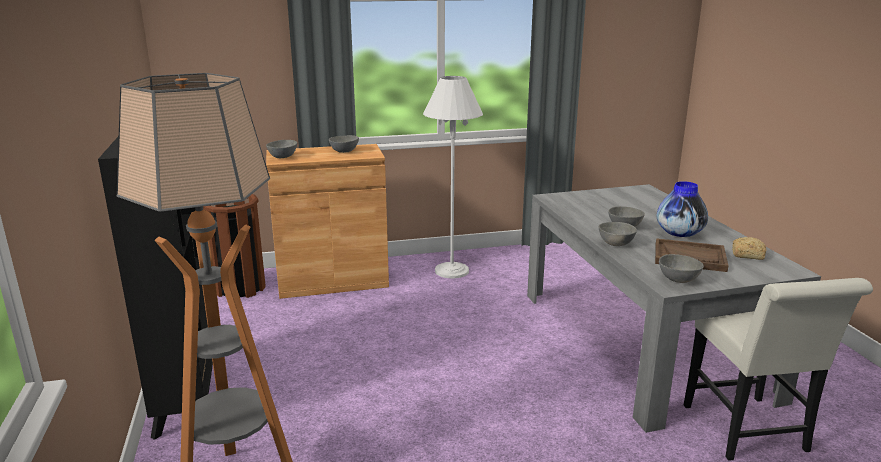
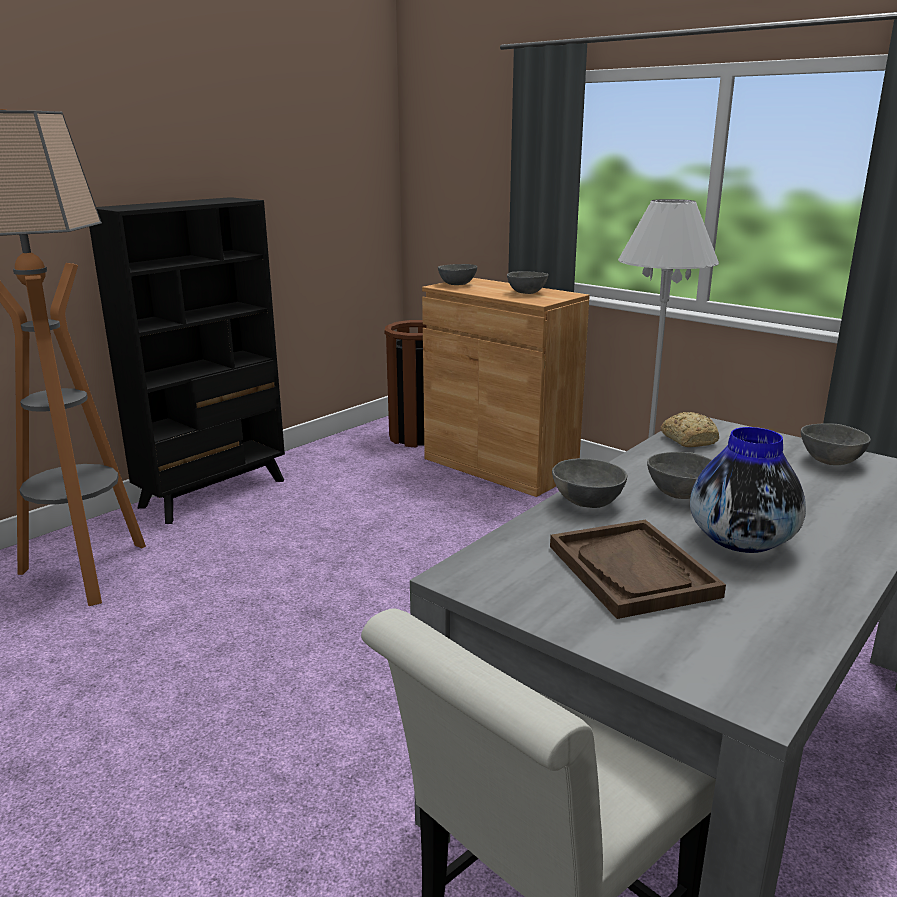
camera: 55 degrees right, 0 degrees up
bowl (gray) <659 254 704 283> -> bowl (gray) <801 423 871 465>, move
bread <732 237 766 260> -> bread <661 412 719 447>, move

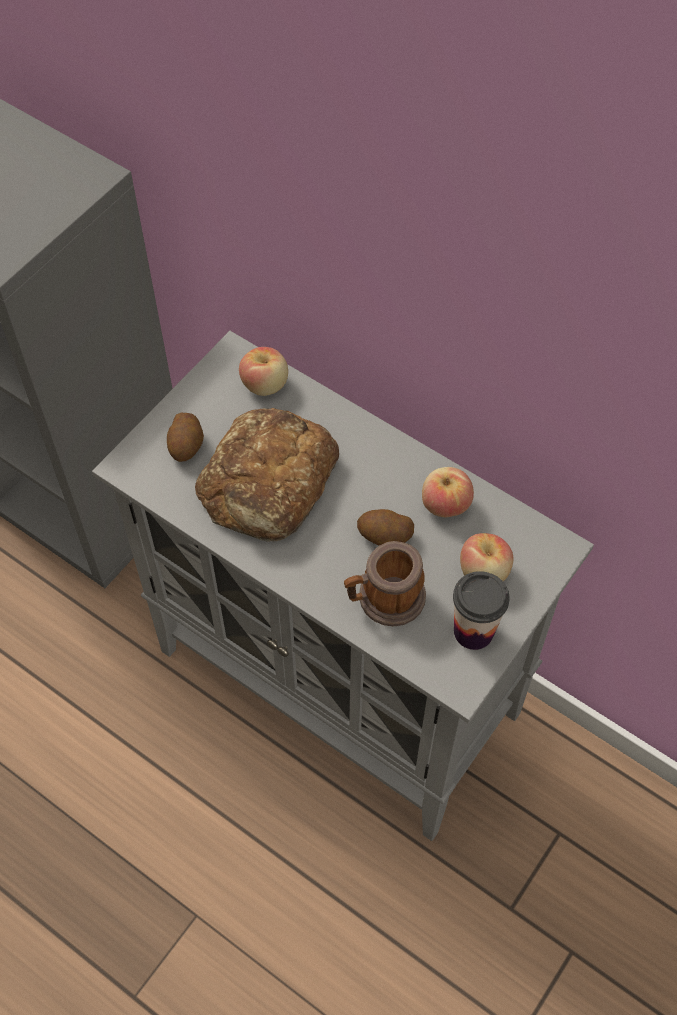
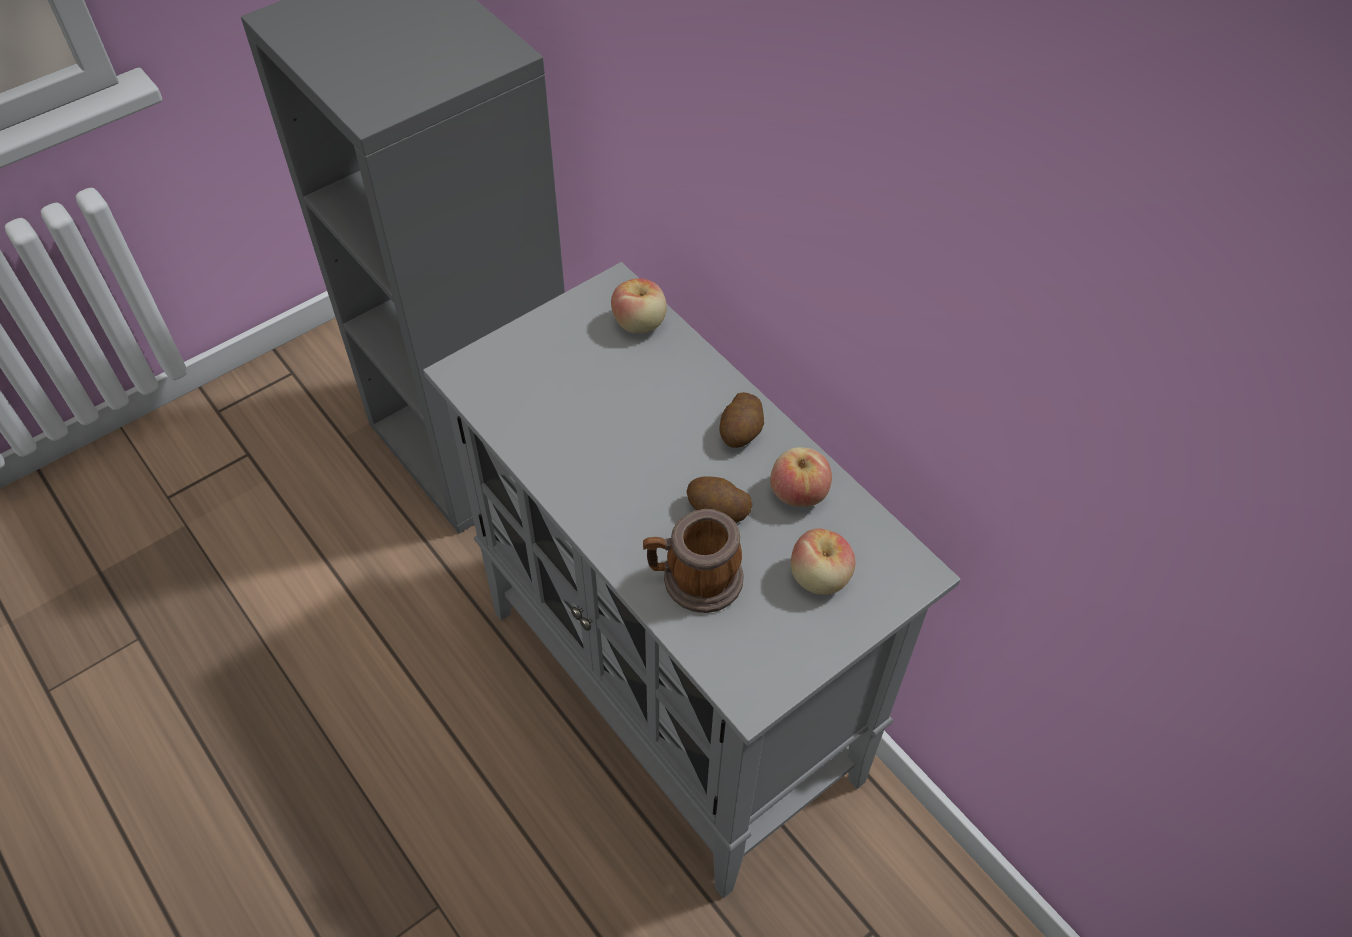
camera: 15 degrees right, 5 degrees down
potato <167 413 204 462> -> potato <719 392 764 448>, move
bread <195 408 339 542> -> none
cup <453 571 510 650> -> none

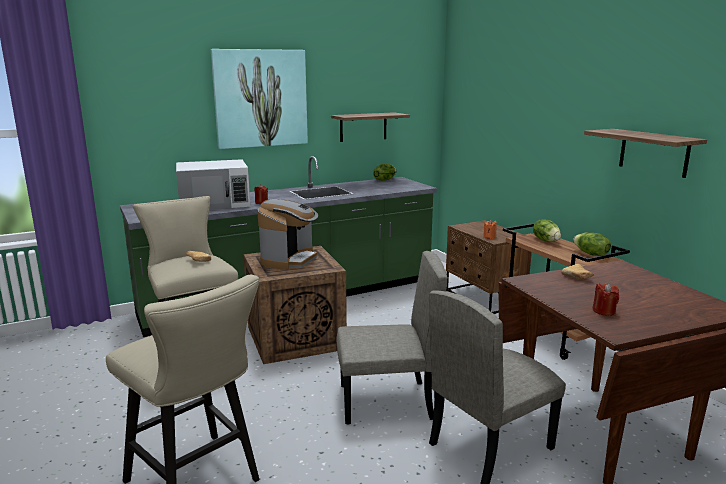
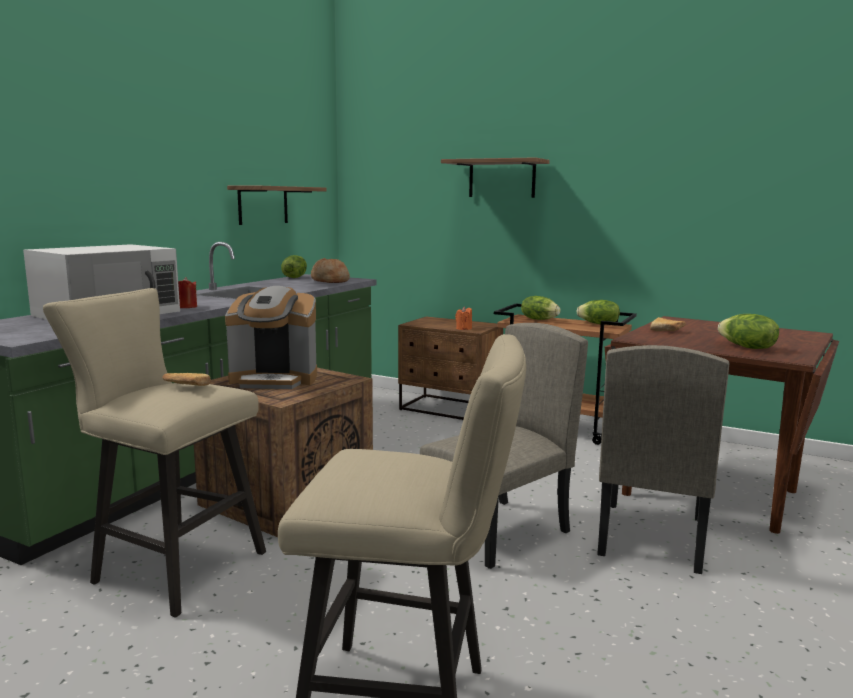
camera: 35 degrees left, 5 degrees down
wall picture <211 49 308 149> -> none
coffee brewer <257 199 318 270> -> coffee brewer <225 286 317 389>, 105 degrees clockwise
bracket shelf <584 129 707 178> -> bracket shelf <441 157 550 198>, move
wax light (red) <593 283 619 316> -> lettuce <718 314 779 349>
none -> bread <311 258 350 283>

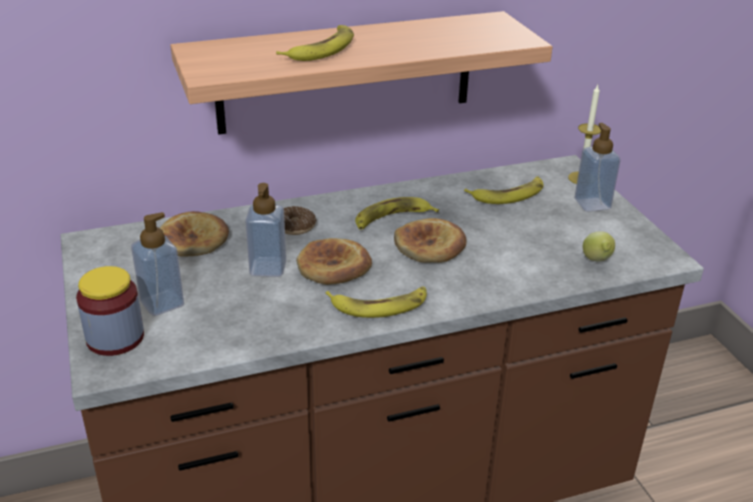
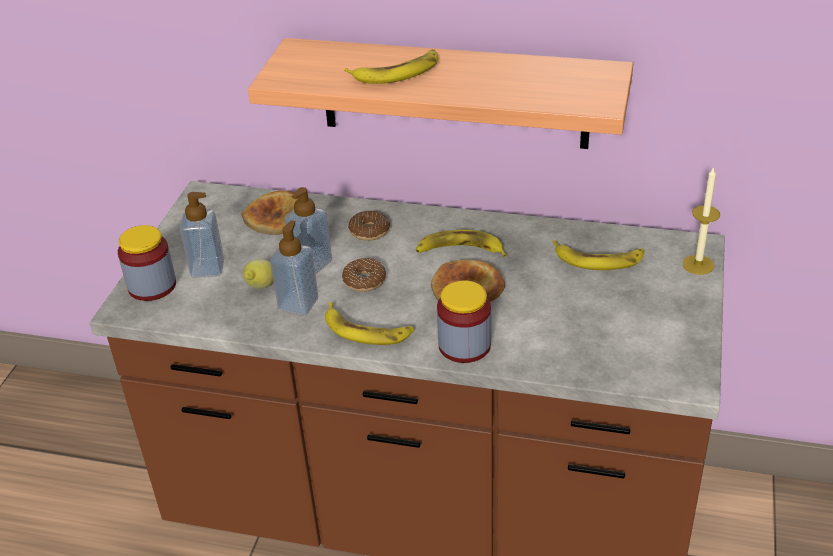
camera: 35 degrees right, 5 degrees up
bread <296 238 372 285> -> donut <342 258 386 292>
soap bottle <575 123 621 212> -> soap bottle <270 220 318 315>, move
lemon <583 231 615 262> -> lemon <243 259 274 289>, move
none -> storage jar <437 280 491 363>

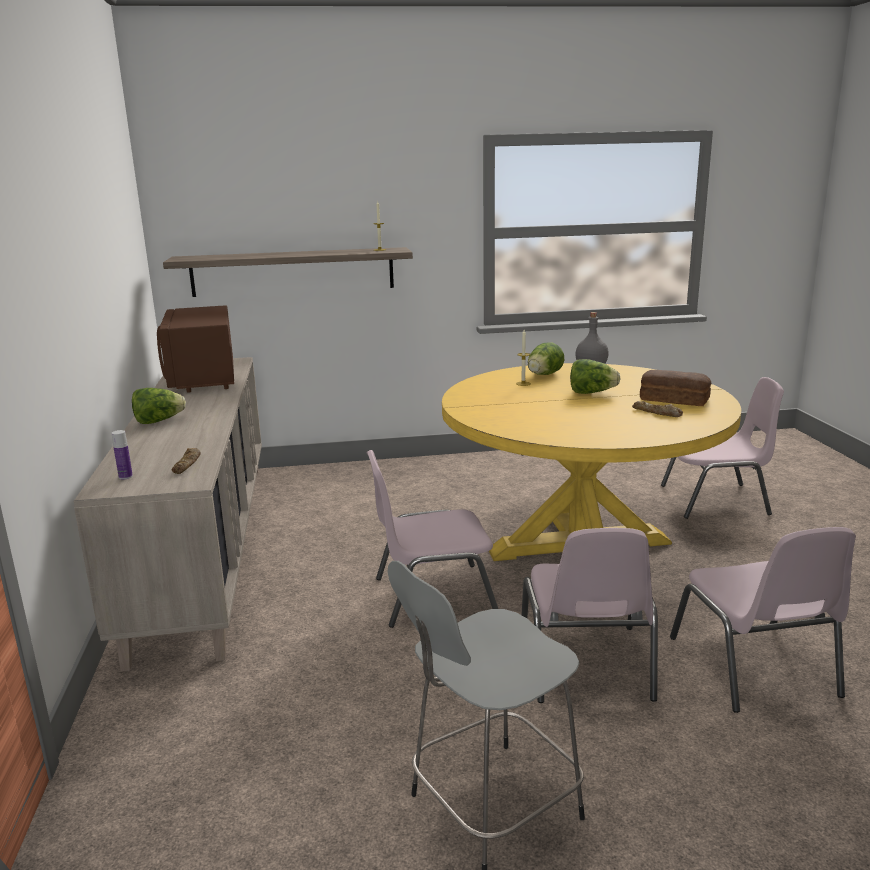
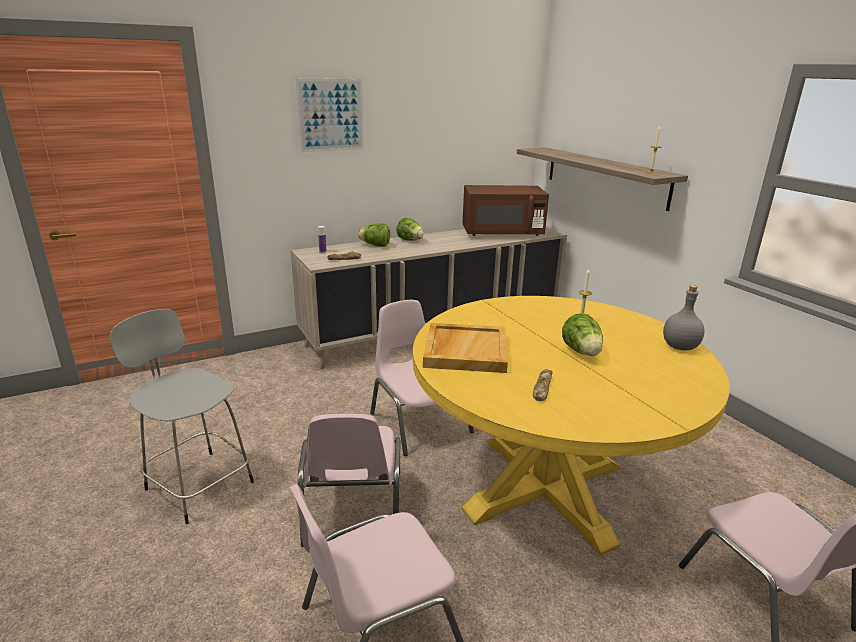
camera: 70 degrees right, 5 degrees up
microwave (brown) <157 305 234 393> -> microwave (brown) <463 185 549 236>, 150 degrees counterclockwise
plain chair (pinkish) <522 528 658 703> -> plain chair (pinkish) <298 414 401 547>, 75 degrees counterclockwise
lettuce <528 343 564 375> -> lettuce <358 223 390 247>, move
bread <640 370 712 406> -> none
none -> wall picture <295 79 364 152>
none -> carrying tray (sand-coloured) <423 323 508 373>

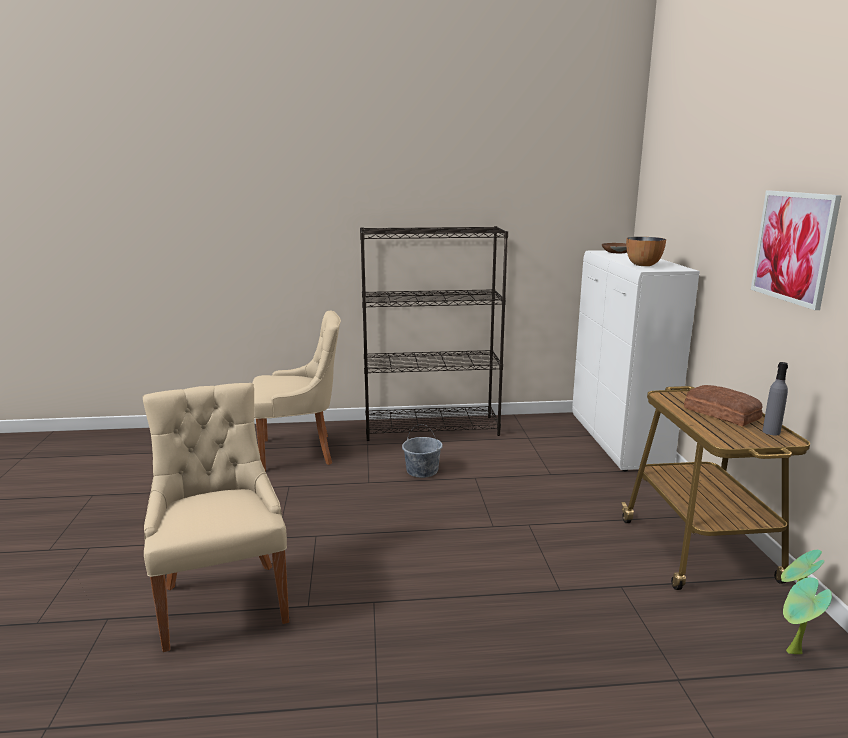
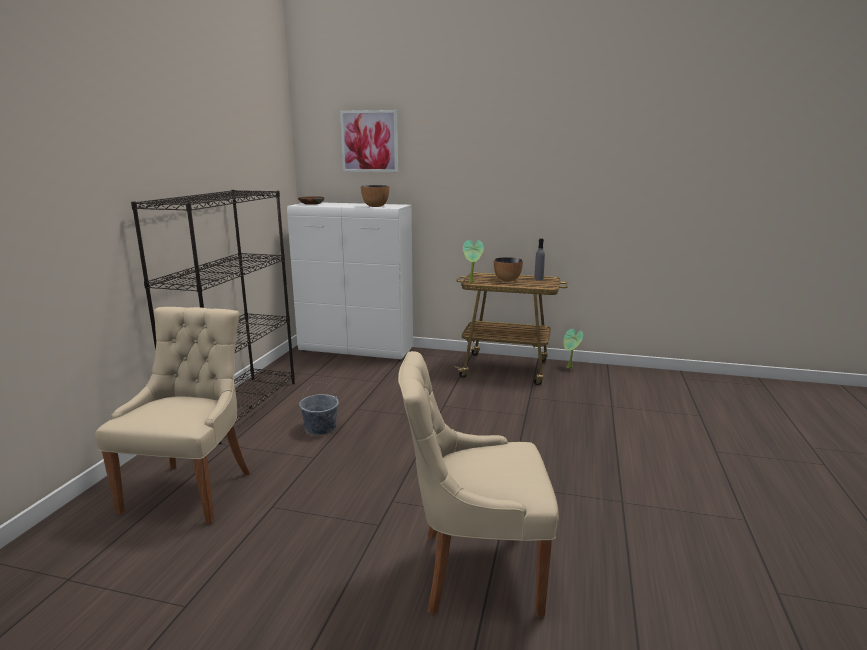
camera: 70 degrees left, 0 degrees up
bread <684 385 763 426> -> bowl <494 257 523 281>
wall picture <751 191 842 310> -> wall picture <340 110 398 172>, move
plant in a pot <783 577 832 654> -> plant in a pot <463 240 484 283>, move

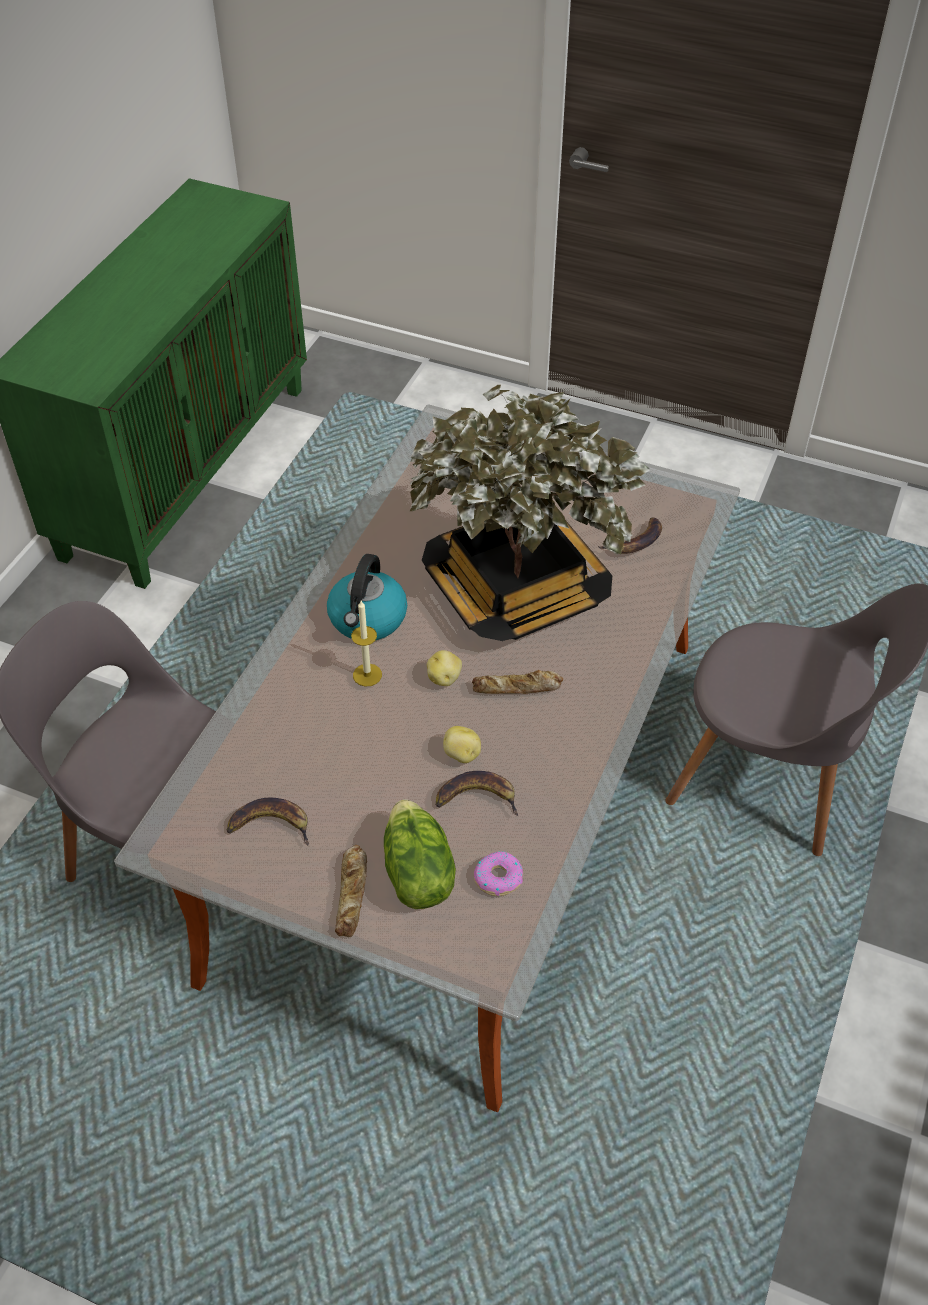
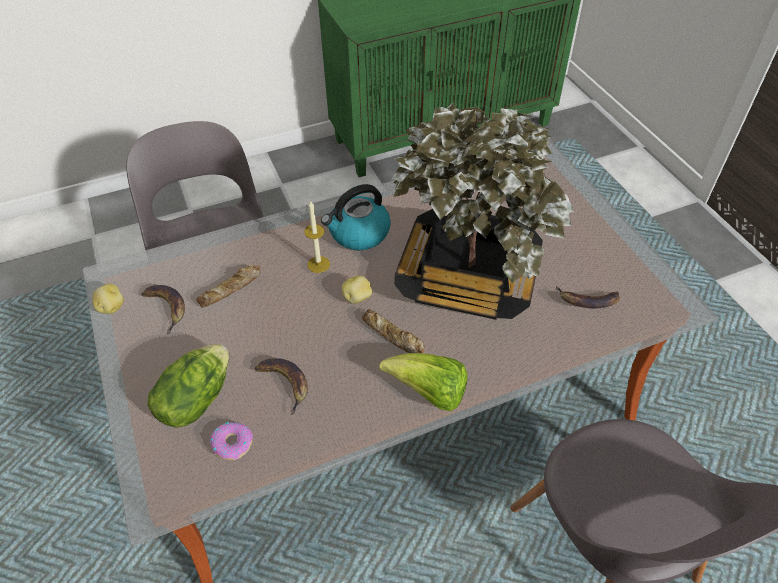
camera: 45 degrees right, 0 degrees up
bread <335 845 367 937> -> bread <197 265 260 307>, move
potato <443 726 481 763> -> potato <92 284 124 314>, move
none -> lettuce <379 353 468 411>

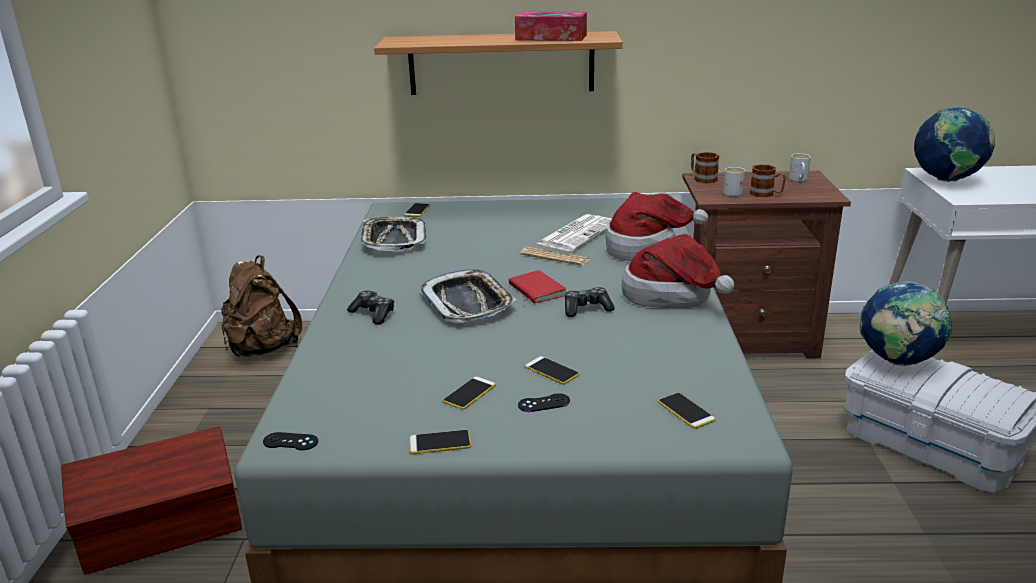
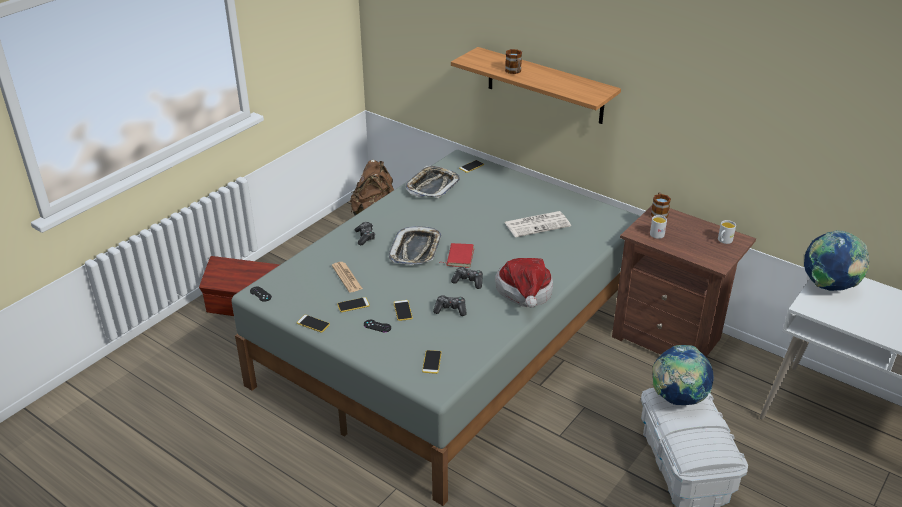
camera: 35 degrees right, 10 degrees up
tissue box <515 12 587 41> -> none
newspaper <520 247 589 266> -> newspaper <332 262 363 292>, move
hat <606 192 708 261> -> none
coffee mug <750 164 786 197> -> coffee mug <505 49 522 74>, move
none -> joypad <433 295 466 316>

